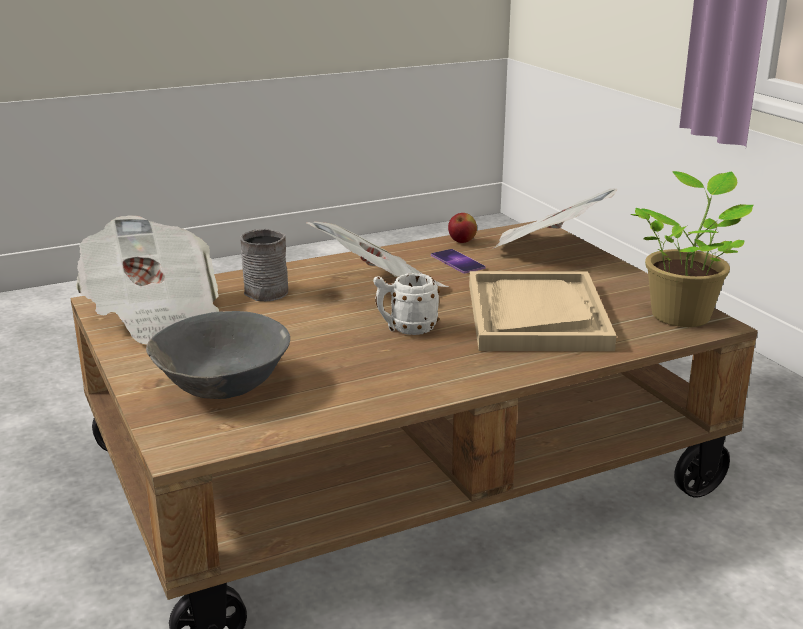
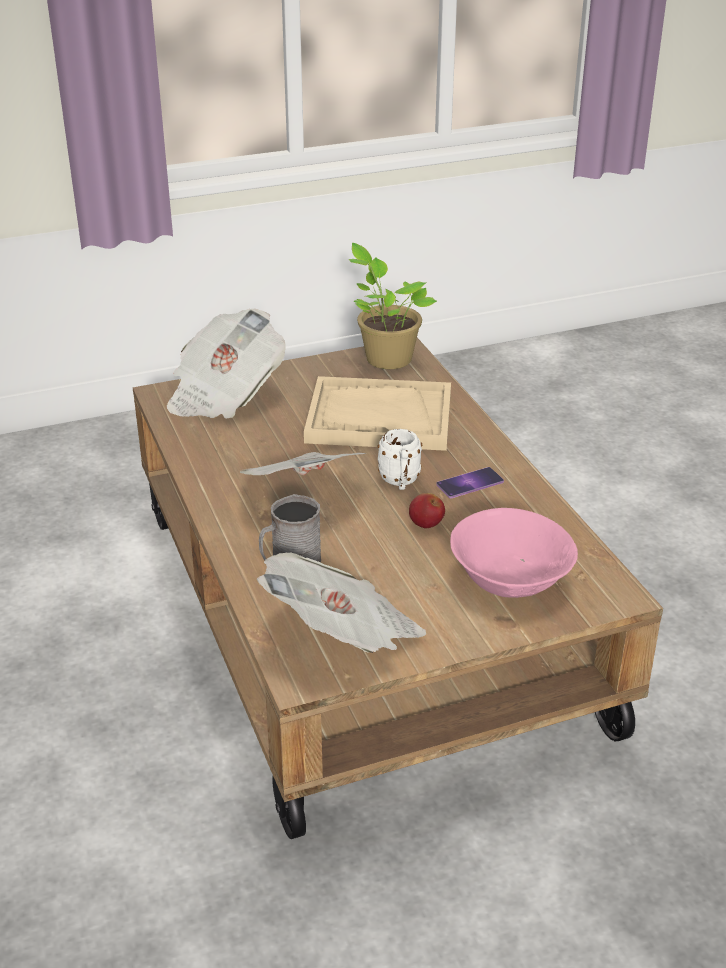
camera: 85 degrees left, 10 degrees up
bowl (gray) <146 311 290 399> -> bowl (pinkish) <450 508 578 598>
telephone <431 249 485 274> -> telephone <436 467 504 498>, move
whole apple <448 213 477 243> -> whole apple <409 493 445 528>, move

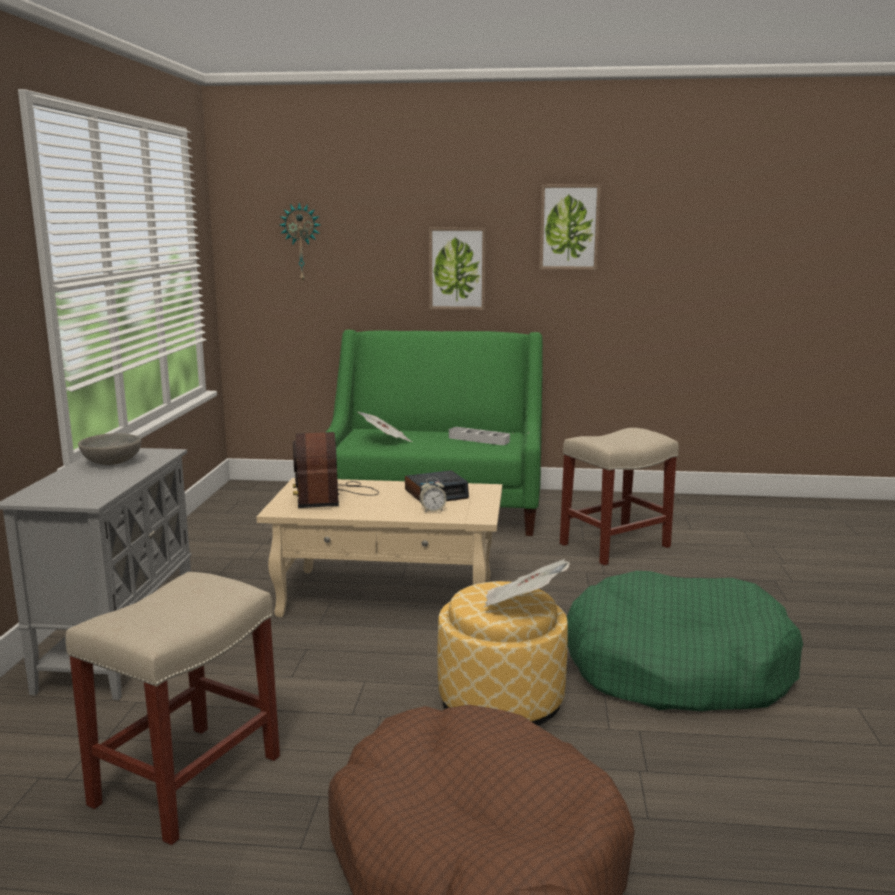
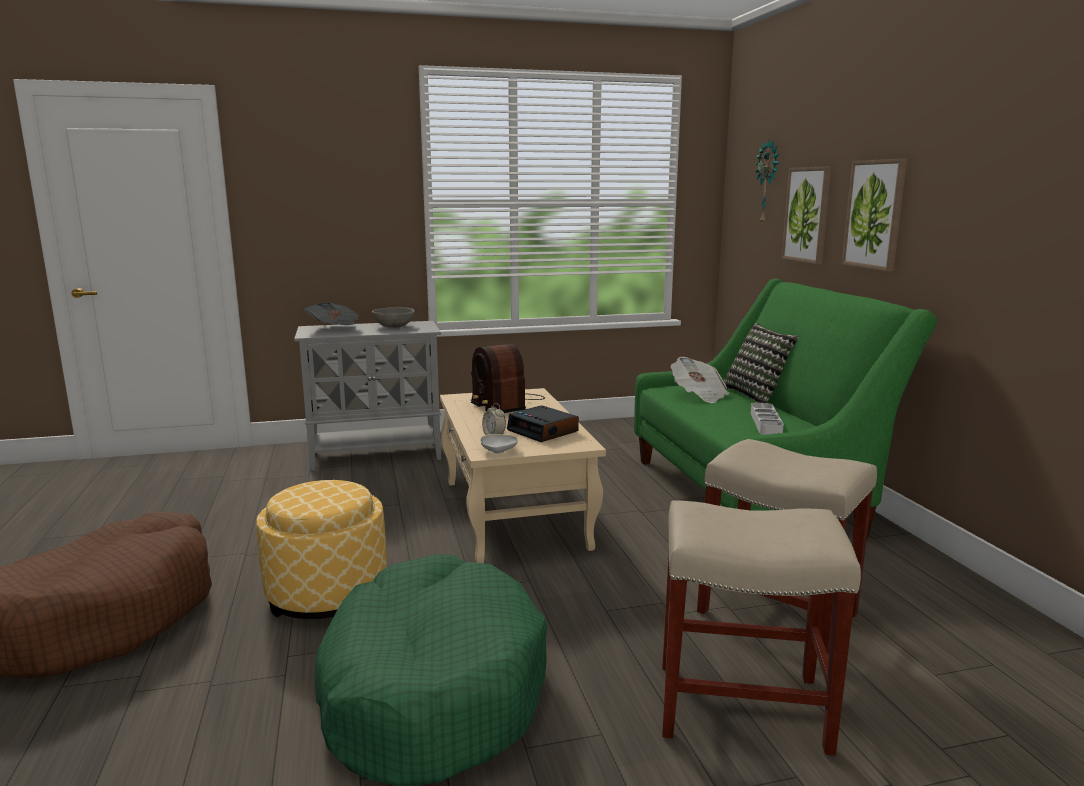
camera: 70 degrees right, 0 degrees up
stool (sand-coloured) <66 572 280 845> -> stool (sand-coloured) <662 500 861 756>, move
radio receiver <293 432 379 508> -> radio receiver <471 344 545 413>, 90 degrees counterclockwise
newspaper <483 559 570 608> -> newspaper <304 302 360 325>, move
wall picture <539 184 601 270> -> wall picture <781 166 831 264>, move
none -> bowl (white-coloured) <480 432 518 454>
none -> throw pillow <724 323 799 403>

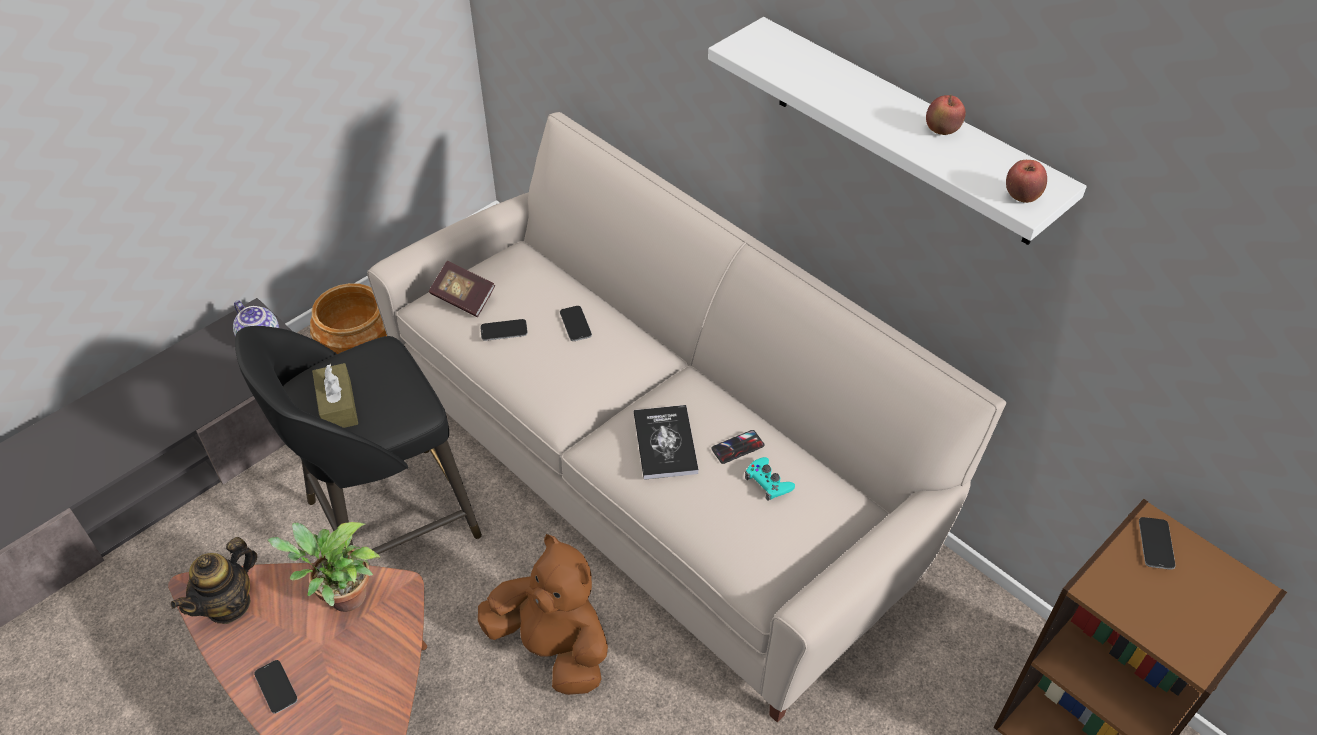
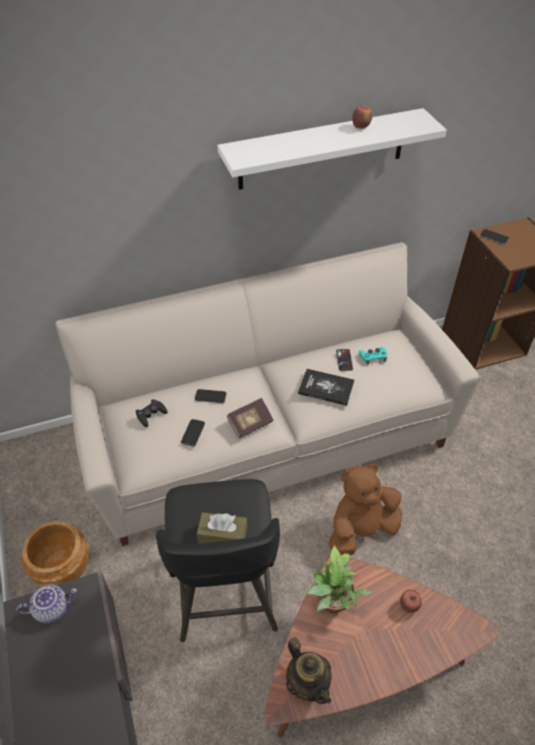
camera: 65 degrees left, 0 degrees up
telephone <254 660 298 714> -> none
volume <429 261 495 317> -> volume <227 398 273 438>, move
whole apple <1006 160 1047 203> -> whole apple <400 590 422 613>, move
none -> joypad (blackish) <136 399 168 427>

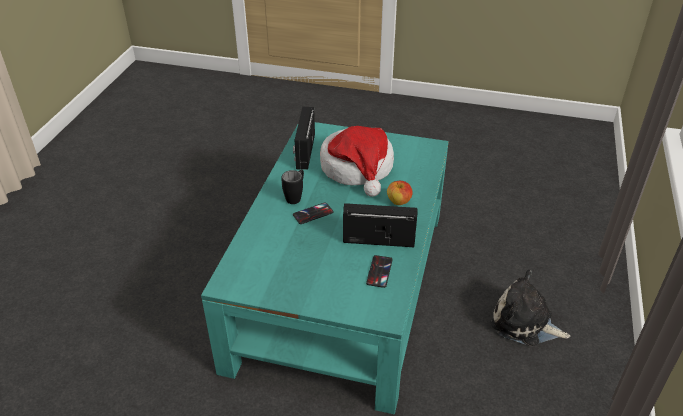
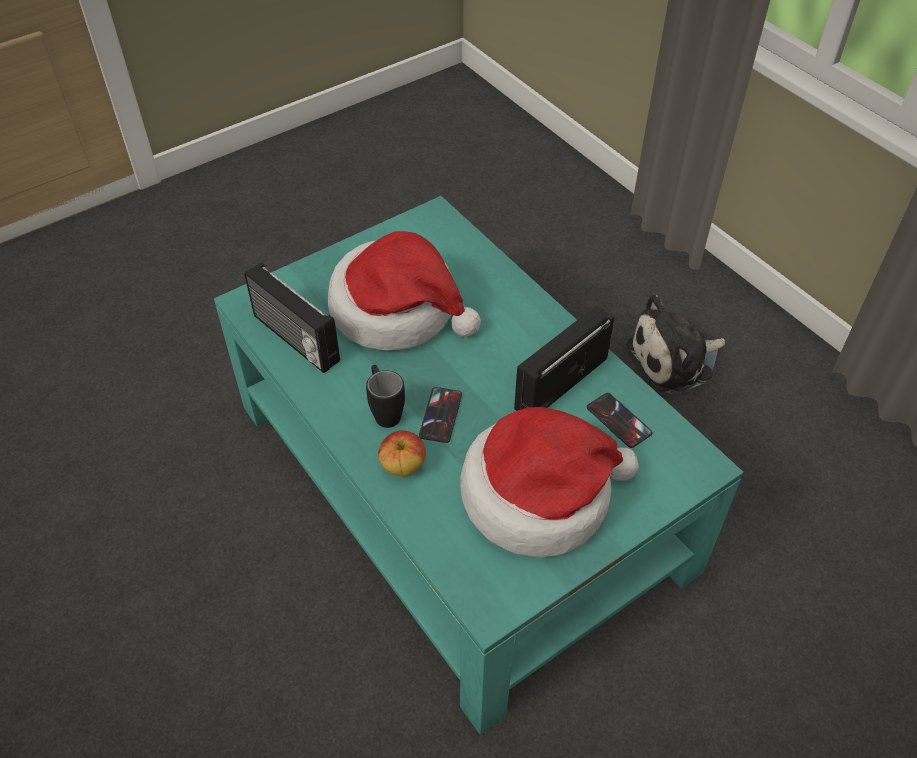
camera: 50 degrees left, 10 degrees up
whole apple <387 181 413 205> -> whole apple <378 430 426 477>, move
none -> hat <460 407 639 558>

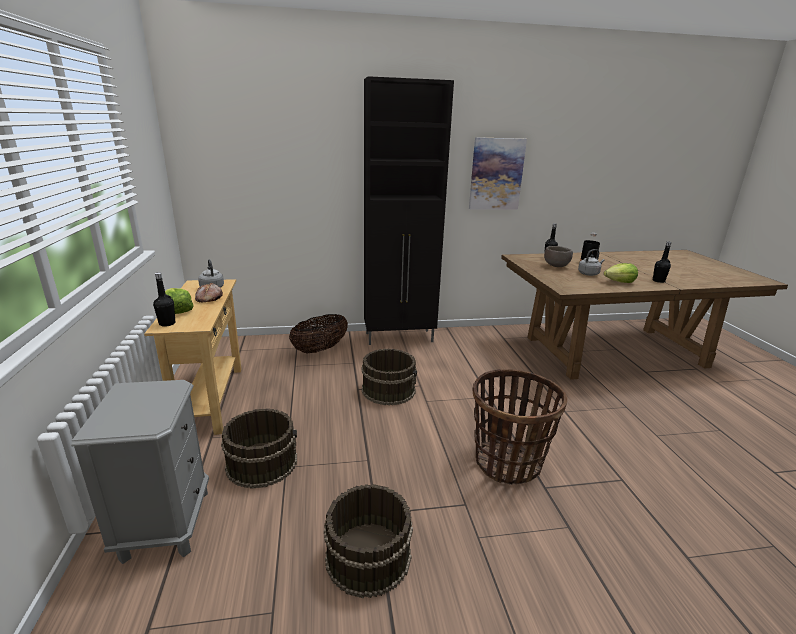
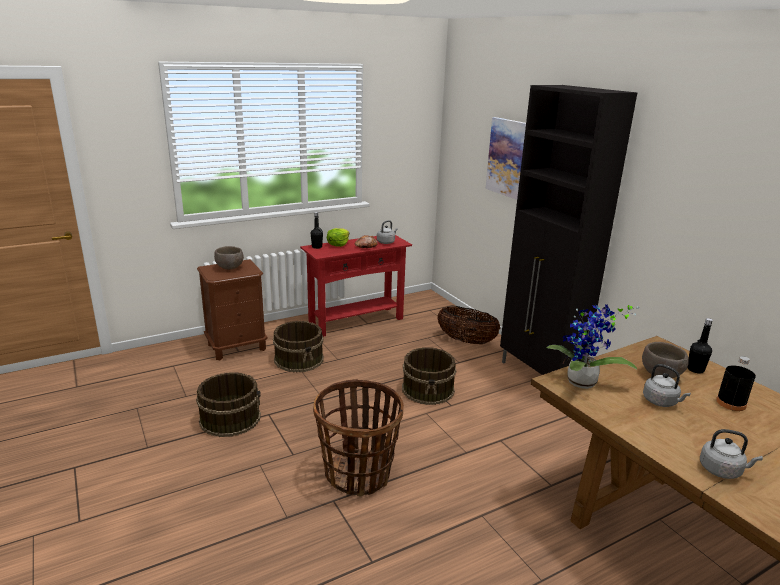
camera: 70 degrees right, 0 degrees up
nightstand (gray) <71 380 209 564> -> nightstand (brown) <197 259 267 360>
hall table (sand-coloured) <144 279 241 435> -> hall table (red) <300 235 412 337>
wall picture <469 137 527 209> -> wall picture <486 117 526 200>, move
lettuce <604 263 638 283> -> none
drink bottle (blackish) <653 241 671 283> -> water kettle (gray) <700 429 763 479>
none -> bowl (brown) <214 246 244 270>
none -> plant in a pot <546 304 639 389>

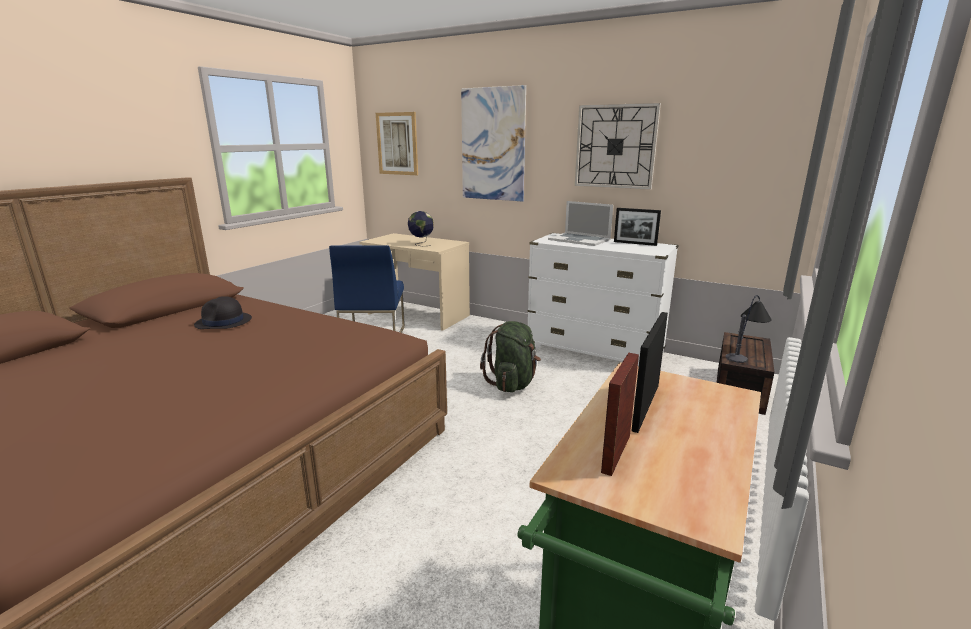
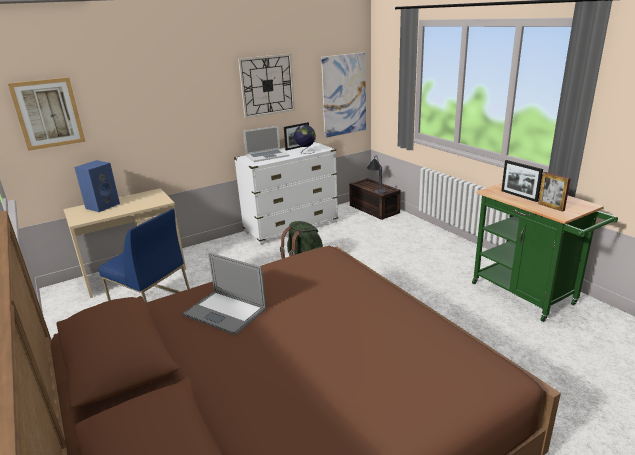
camera: 60 degrees left, 5 degrees up
hat (blackish) <194 296 252 329> -> notebook computer <182 252 266 335>
world globe <408 211 434 246> -> world globe <294 125 316 154>, move
wall picture <461 85 526 202> -> wall picture <321 52 366 138>, move
none -> speaker (blue-coloured) <74 160 120 212>

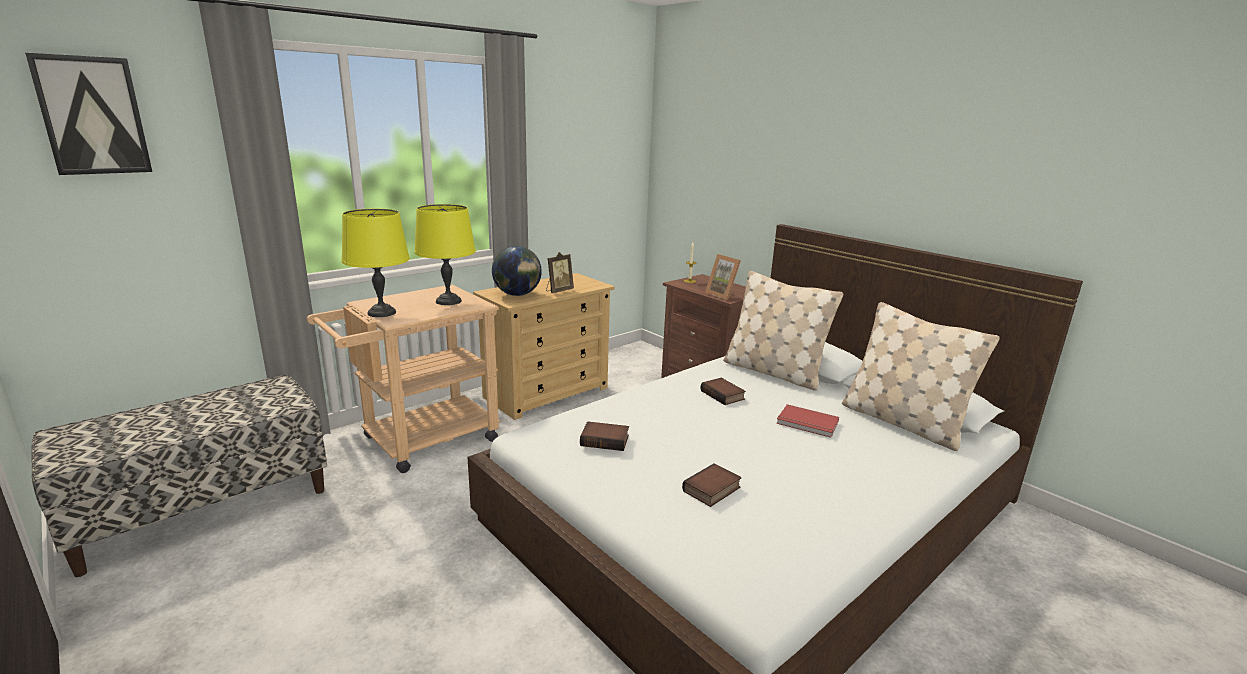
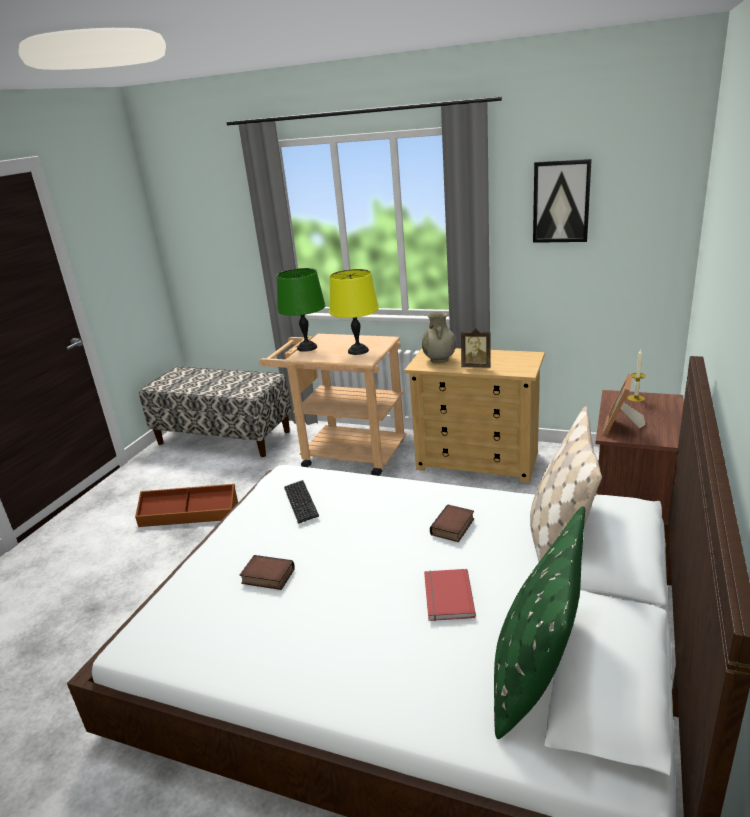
camera: 65 degrees right, 5 degrees up
wall picture <25 53 152 175> -> wall picture <533 159 592 243>, move
lamp for a table (yellow) <342 208 410 317> -> lamp for a table (green-coloured) <276 268 326 352>
world globe <492 246 542 296> -> vase (sand-coloured) <422 312 456 363>
volume <580 421 629 451> -> PC keyboard <284 480 319 524>
throw pillow (sand-coloured) <842 302 999 451> -> throw pillow (green-coloured) <494 506 585 739>
none -> storage bin (brown) <135 484 238 527>

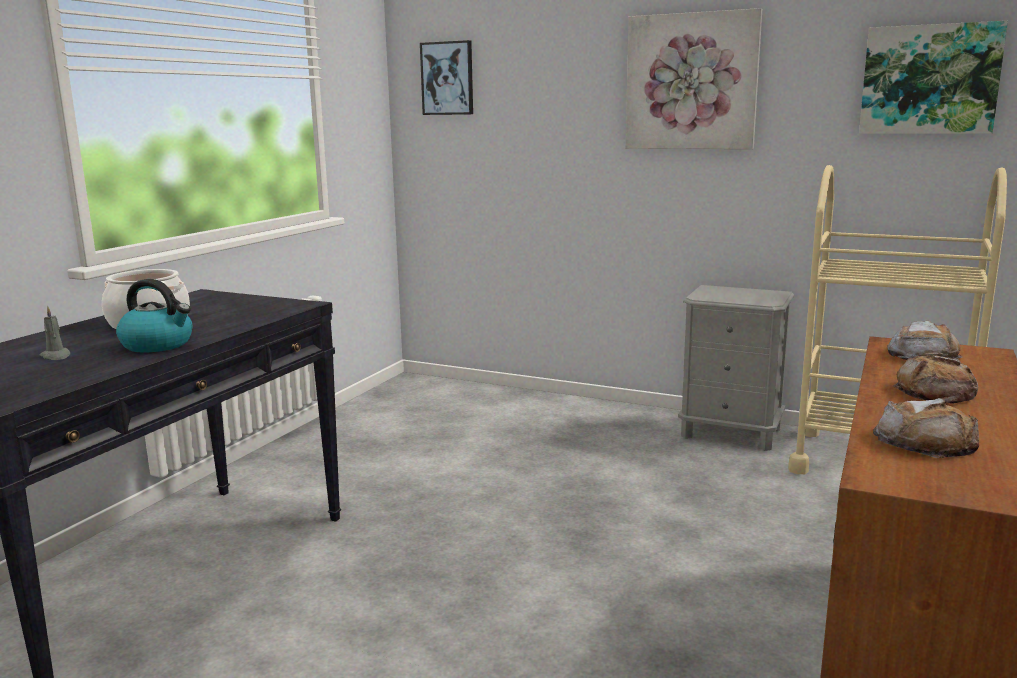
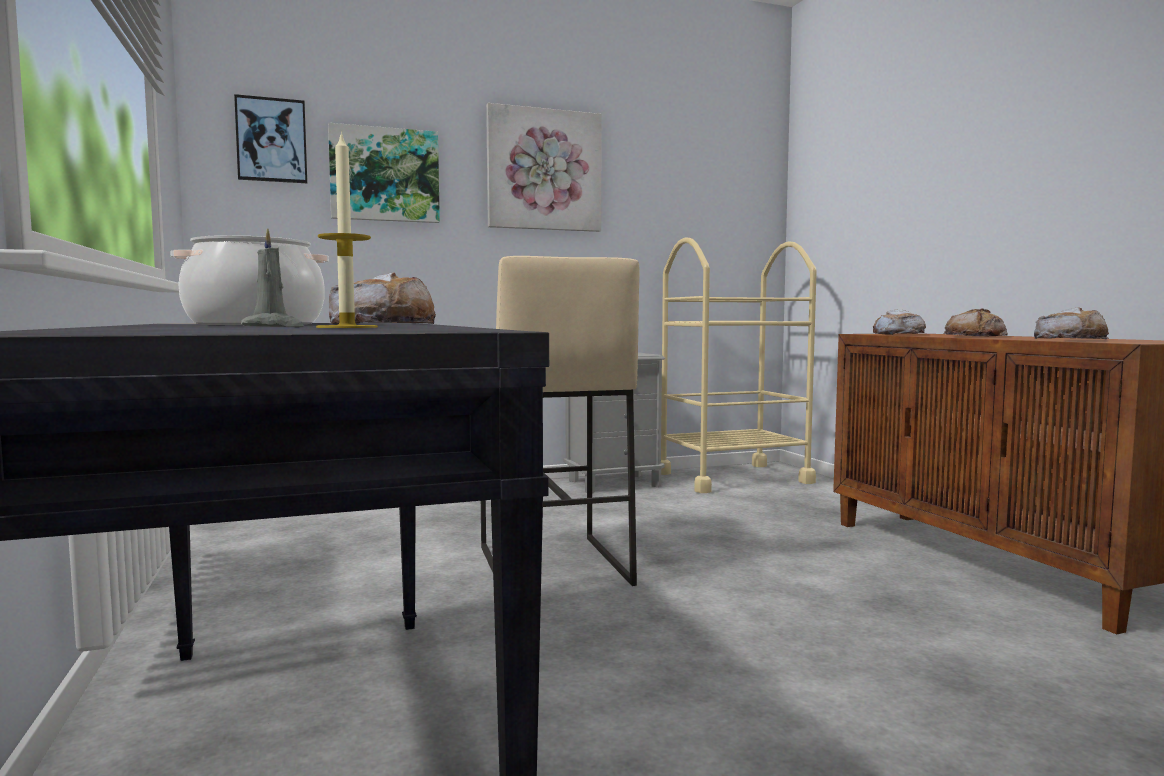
camera: 45 degrees left, 10 degrees down
water kettle <116 279 192 353> -> bread <329 272 436 325>
wall picture <859 21 1008 134> -> wall picture <328 123 440 223>, move
none -> wax light <316 131 378 328>
none -> stool (sand-coloured) <481 256 639 586>

